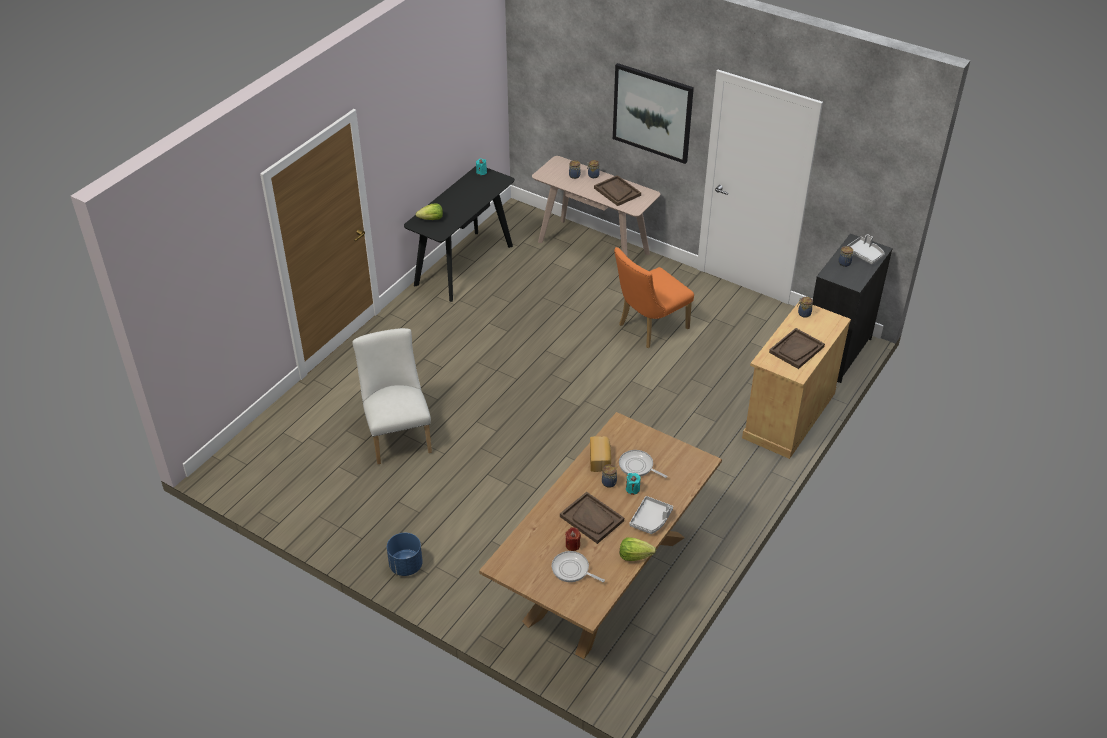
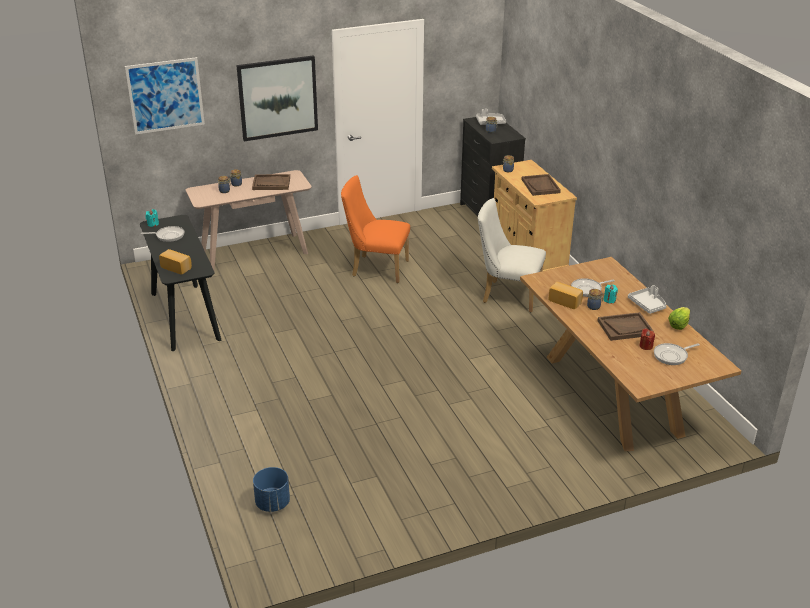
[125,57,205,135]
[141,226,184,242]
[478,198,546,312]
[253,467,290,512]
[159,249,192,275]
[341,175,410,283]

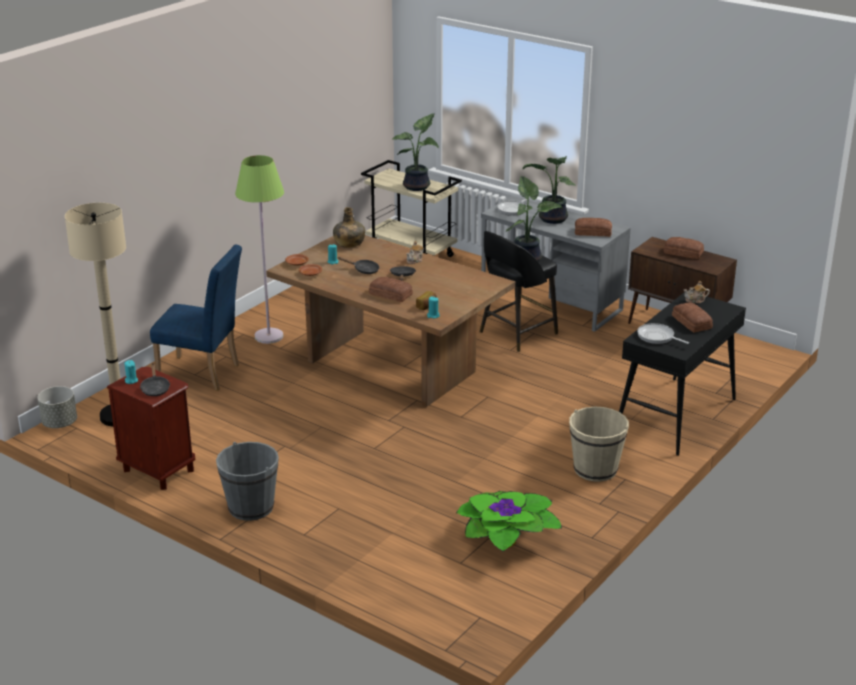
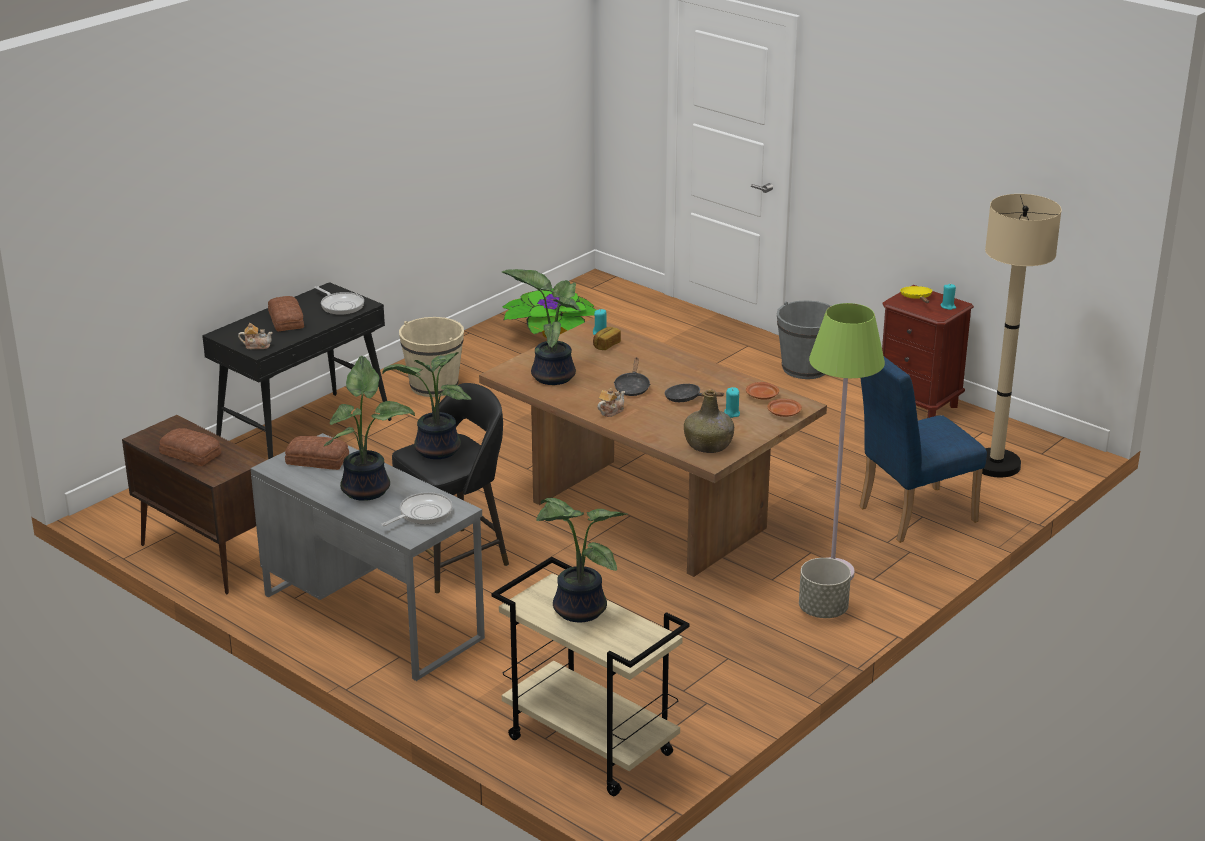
[369,277,413,302] (first image)
[502,269,581,385]
[799,558,851,618]
[900,286,932,303]
[859,357,987,543]

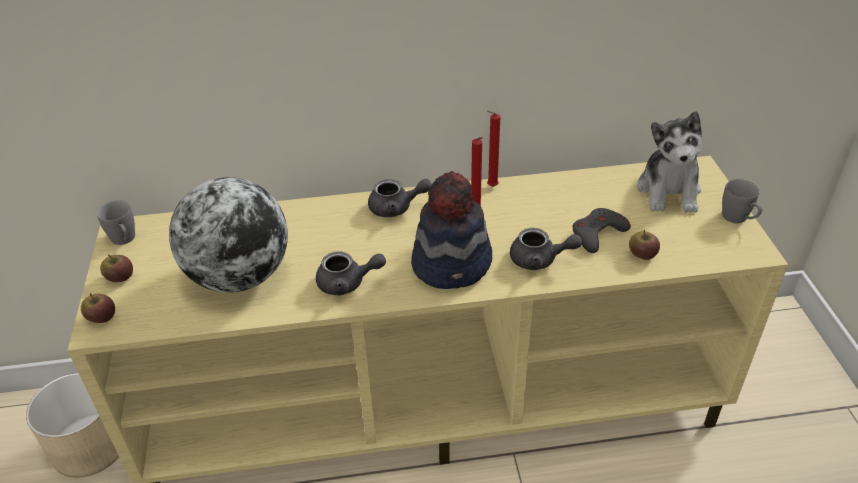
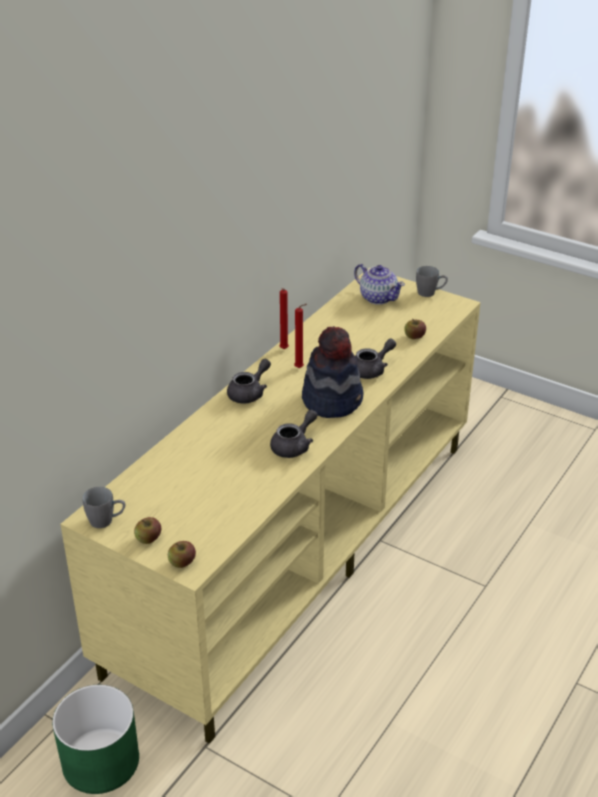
[169,177,288,293] (first image)
[572,208,631,253] (first image)
[354,264,405,305]
[52,685,139,794]

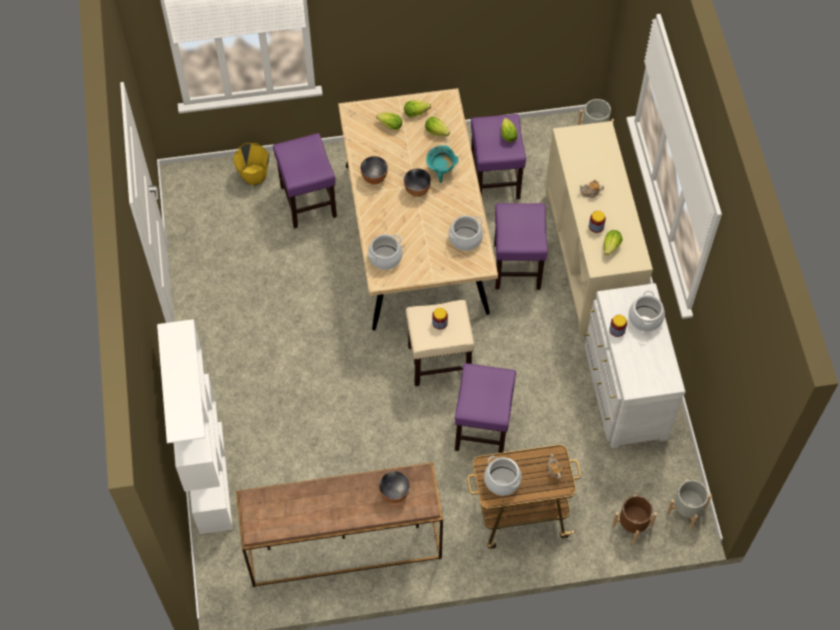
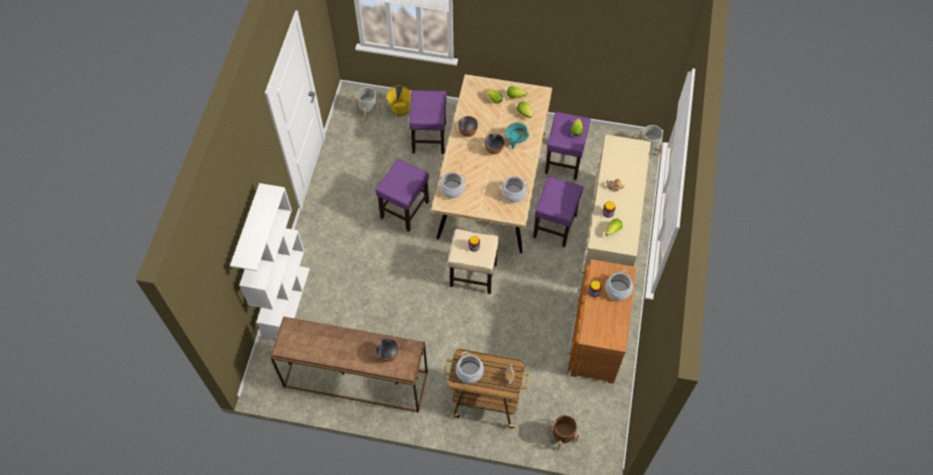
[375,159,429,232]
[355,87,381,121]
[568,259,636,384]

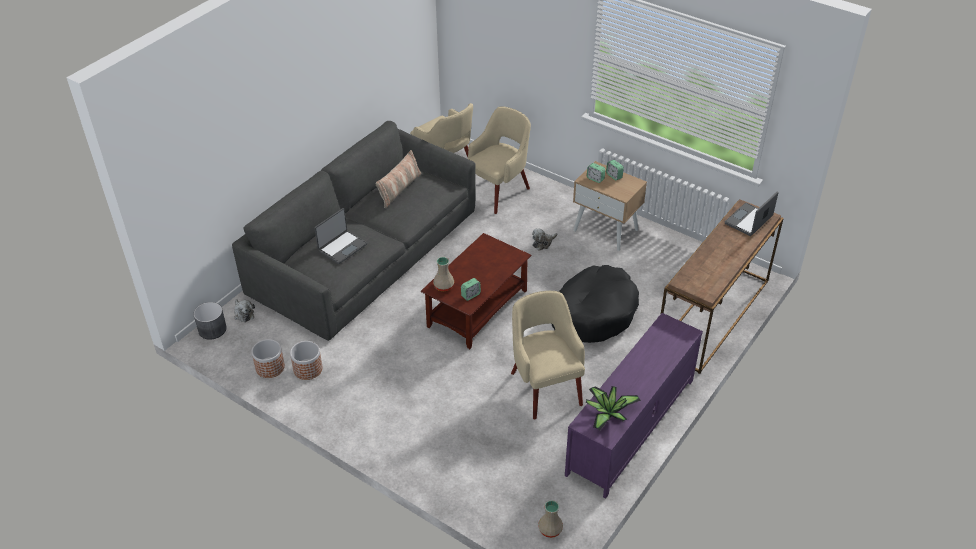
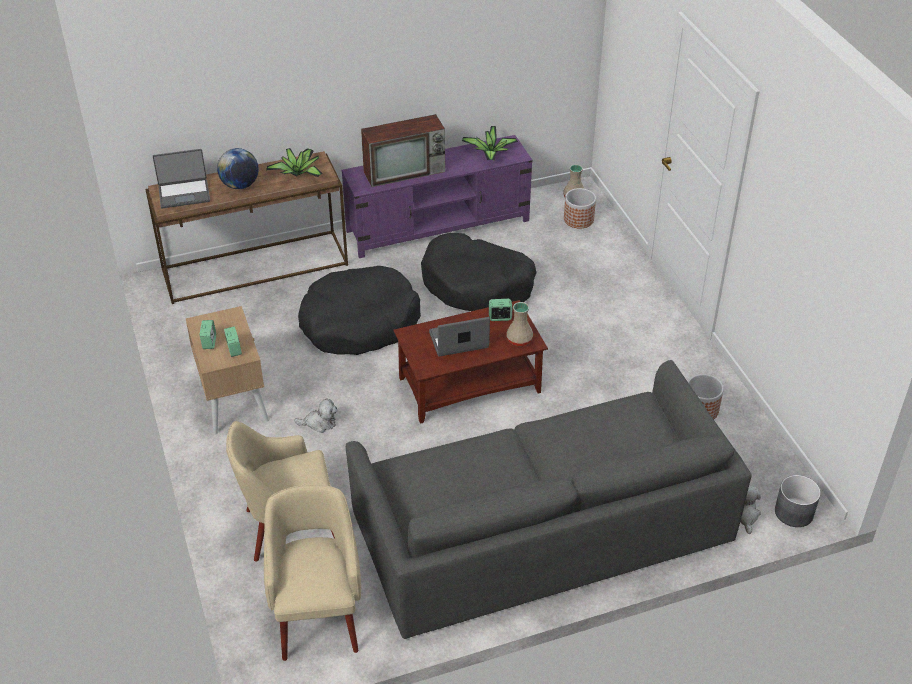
[376,150,421,208] (first image)
[217,148,259,189]
[266,148,323,177]
[361,114,445,187]
[564,188,596,229]
[429,317,490,356]
[421,233,536,311]

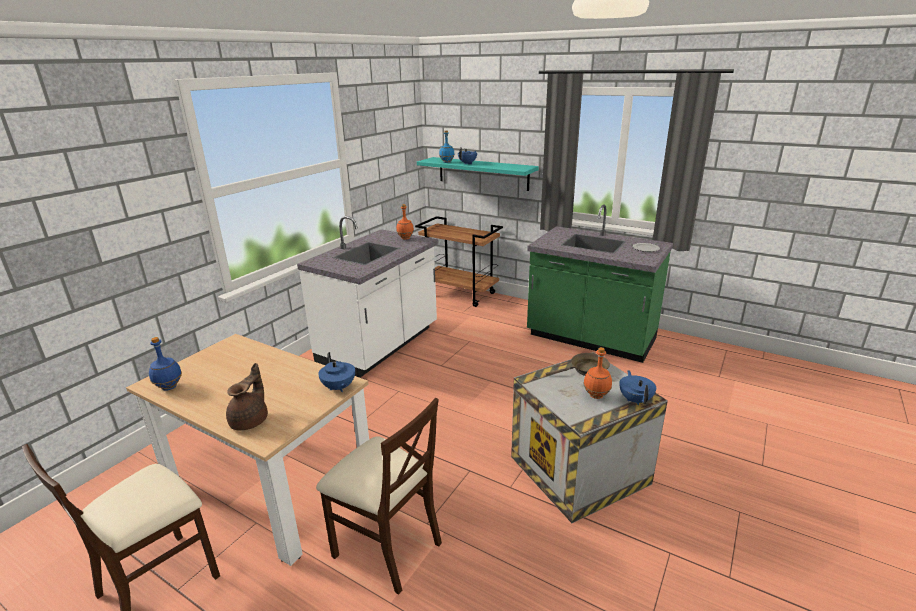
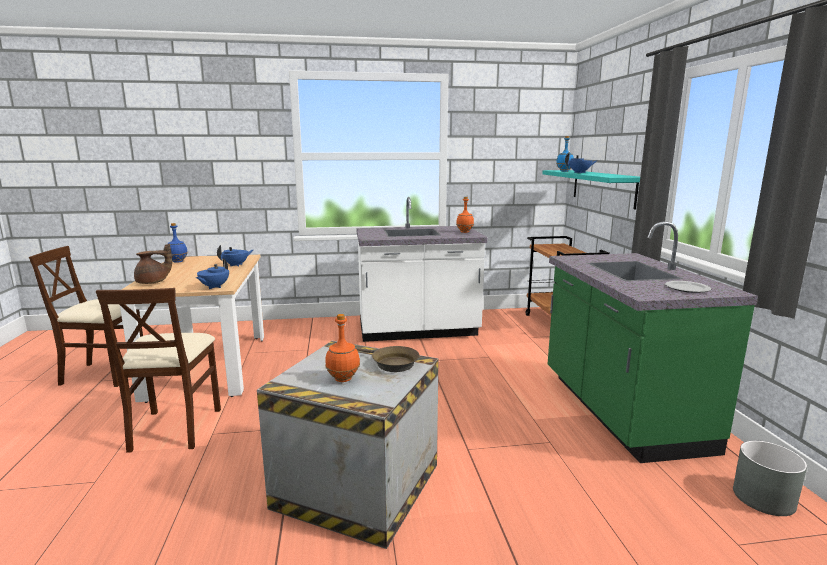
[733,441,807,516]
[217,245,253,267]

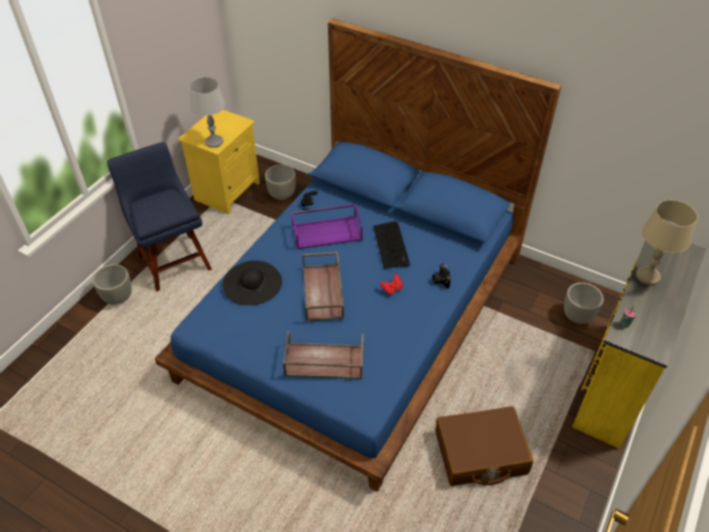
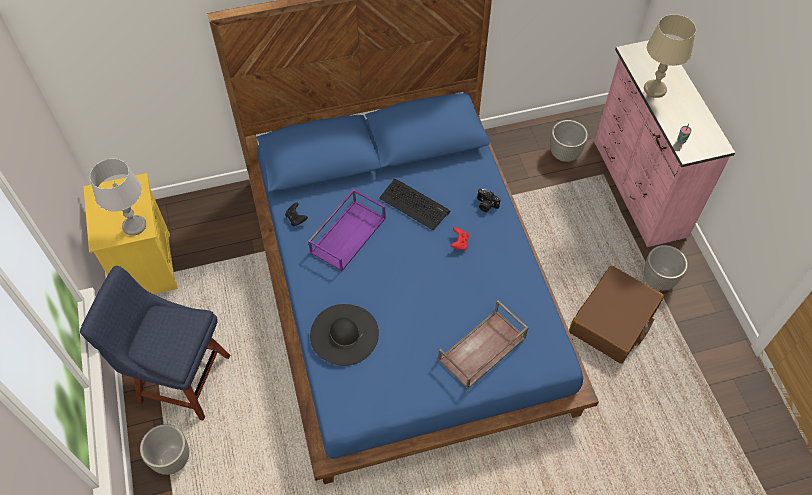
[302,252,344,322] (first image)
[644,245,688,291]
[594,40,735,247]

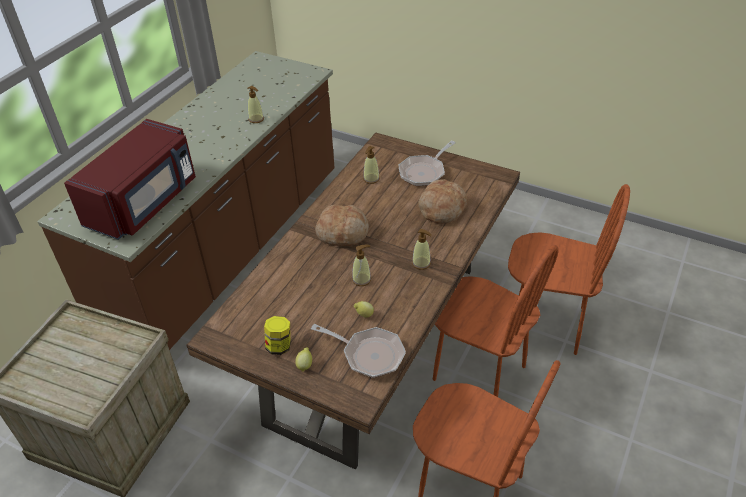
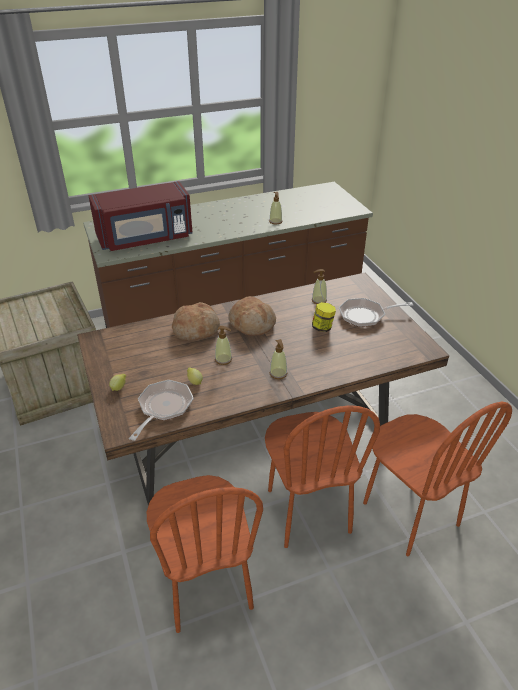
[312,302,336,332]
[172,302,220,340]
[129,380,193,441]

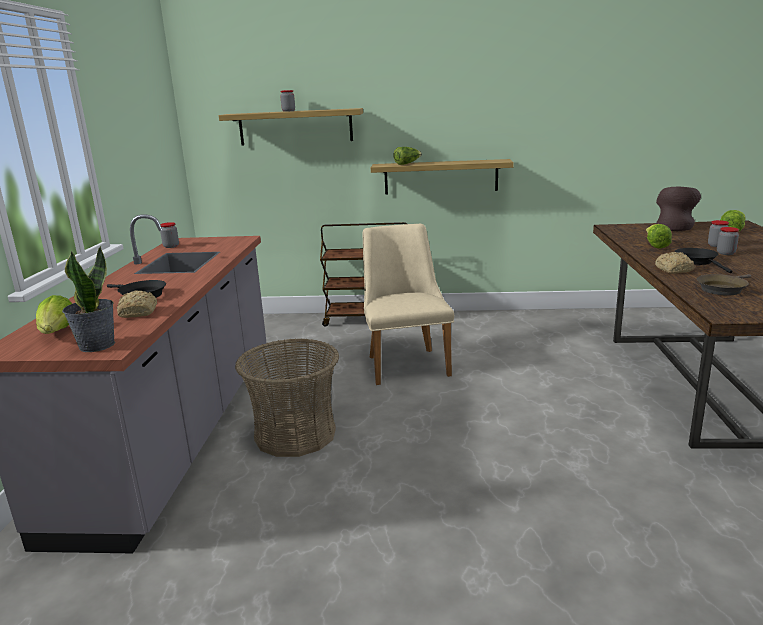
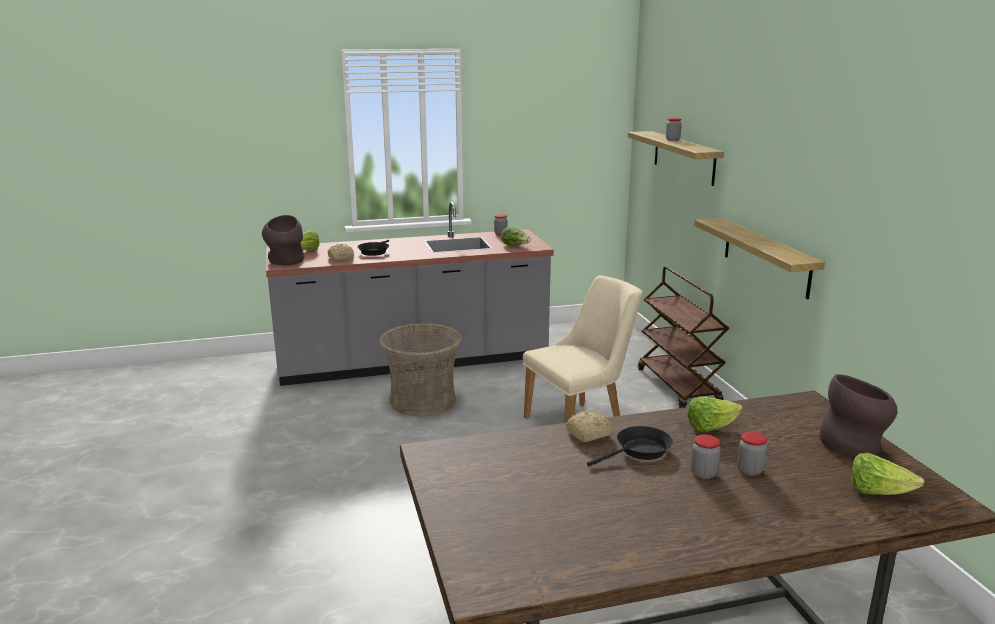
[697,274,751,296] (first image)
[501,227,531,245]
[262,215,305,265]

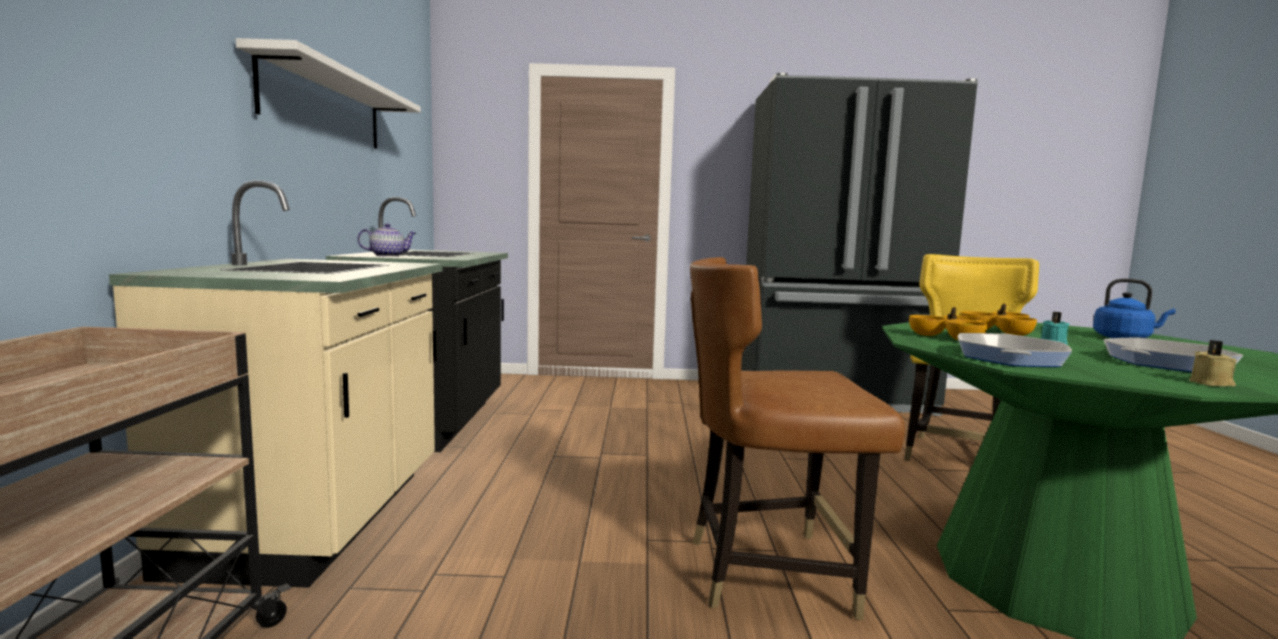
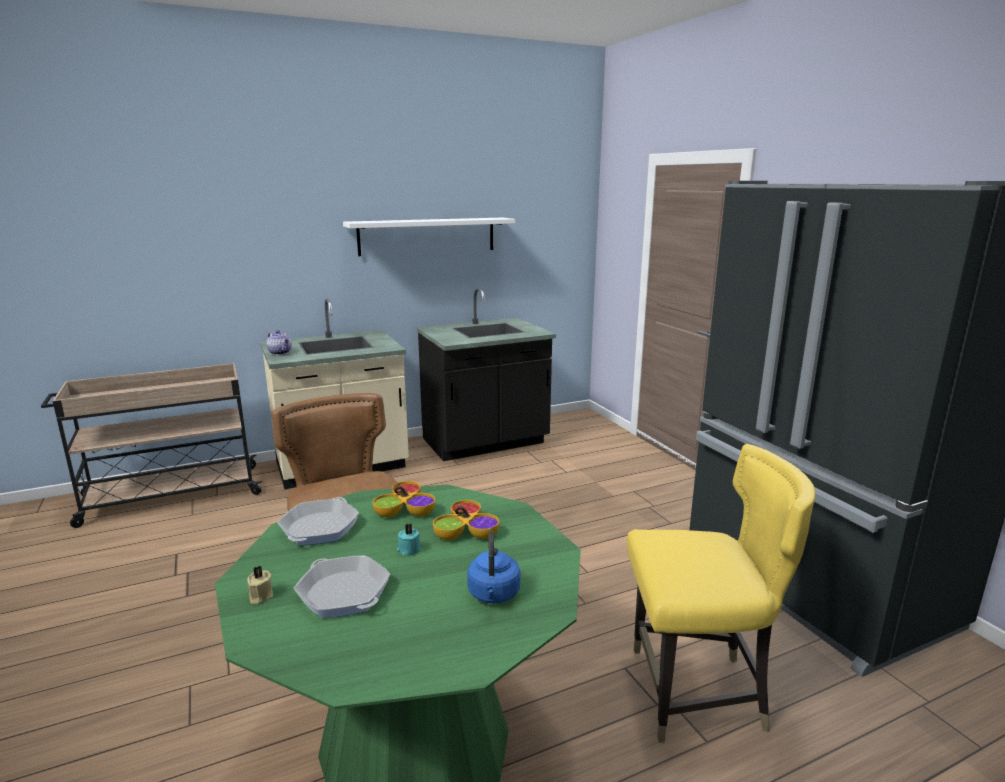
[267,330,292,355]
[277,497,359,545]

